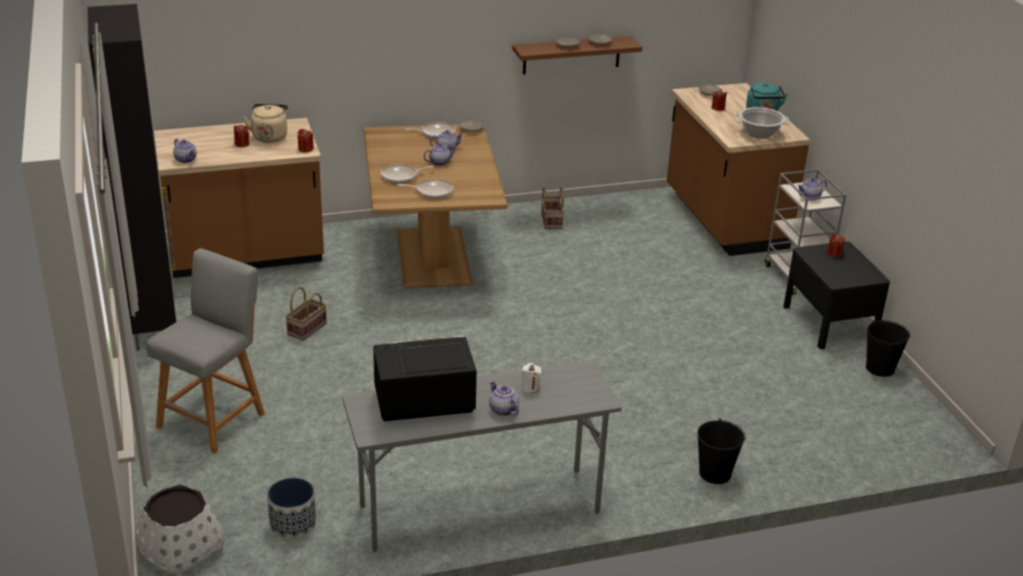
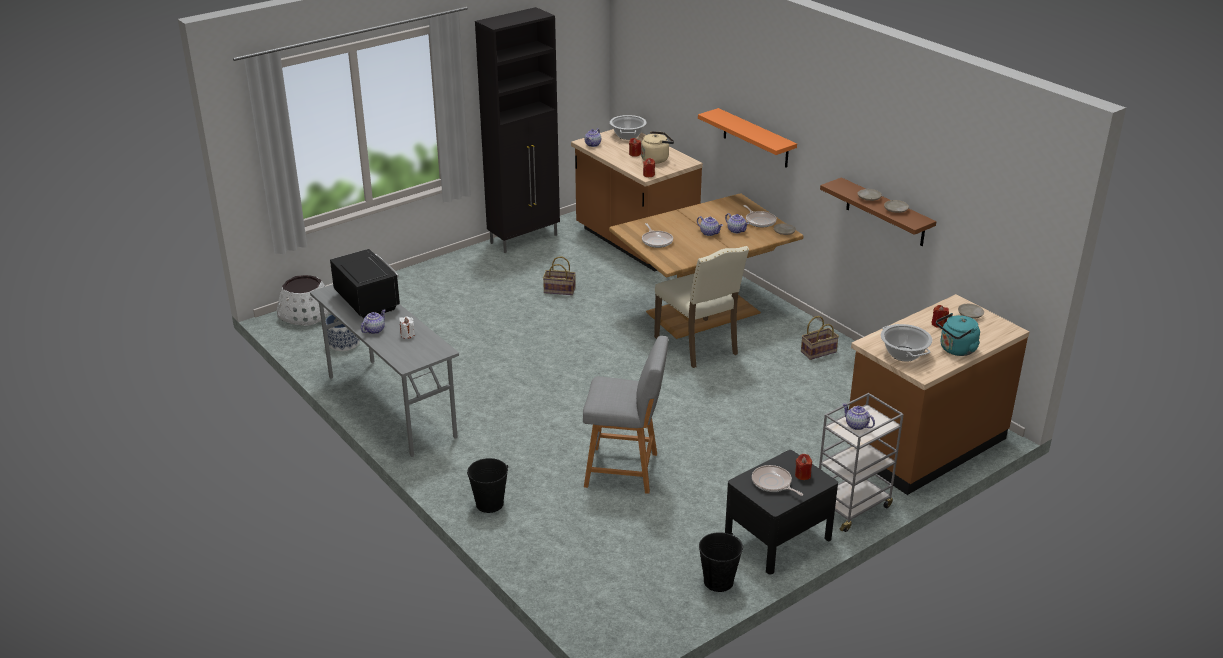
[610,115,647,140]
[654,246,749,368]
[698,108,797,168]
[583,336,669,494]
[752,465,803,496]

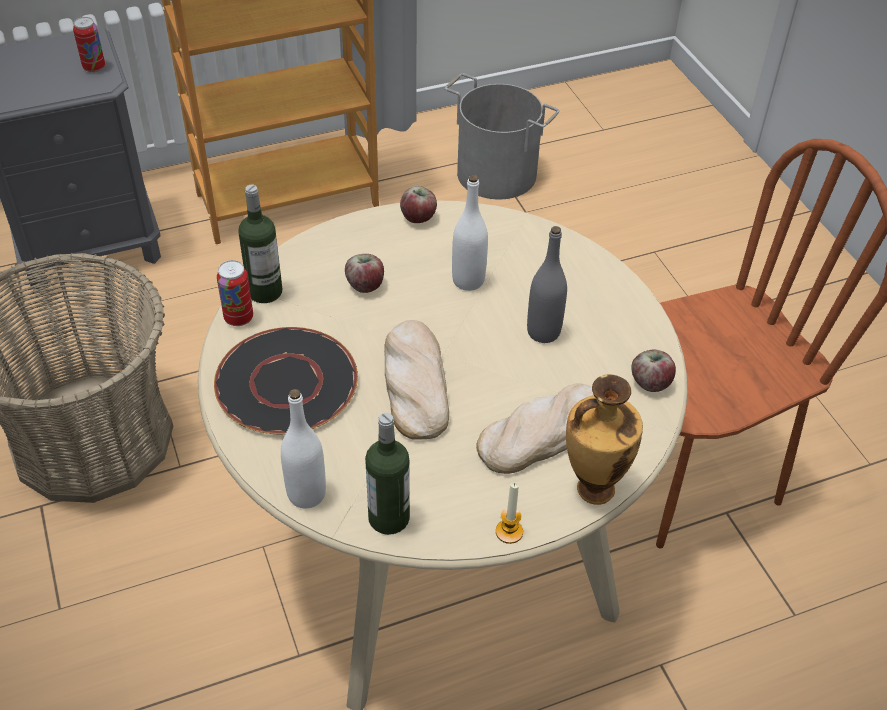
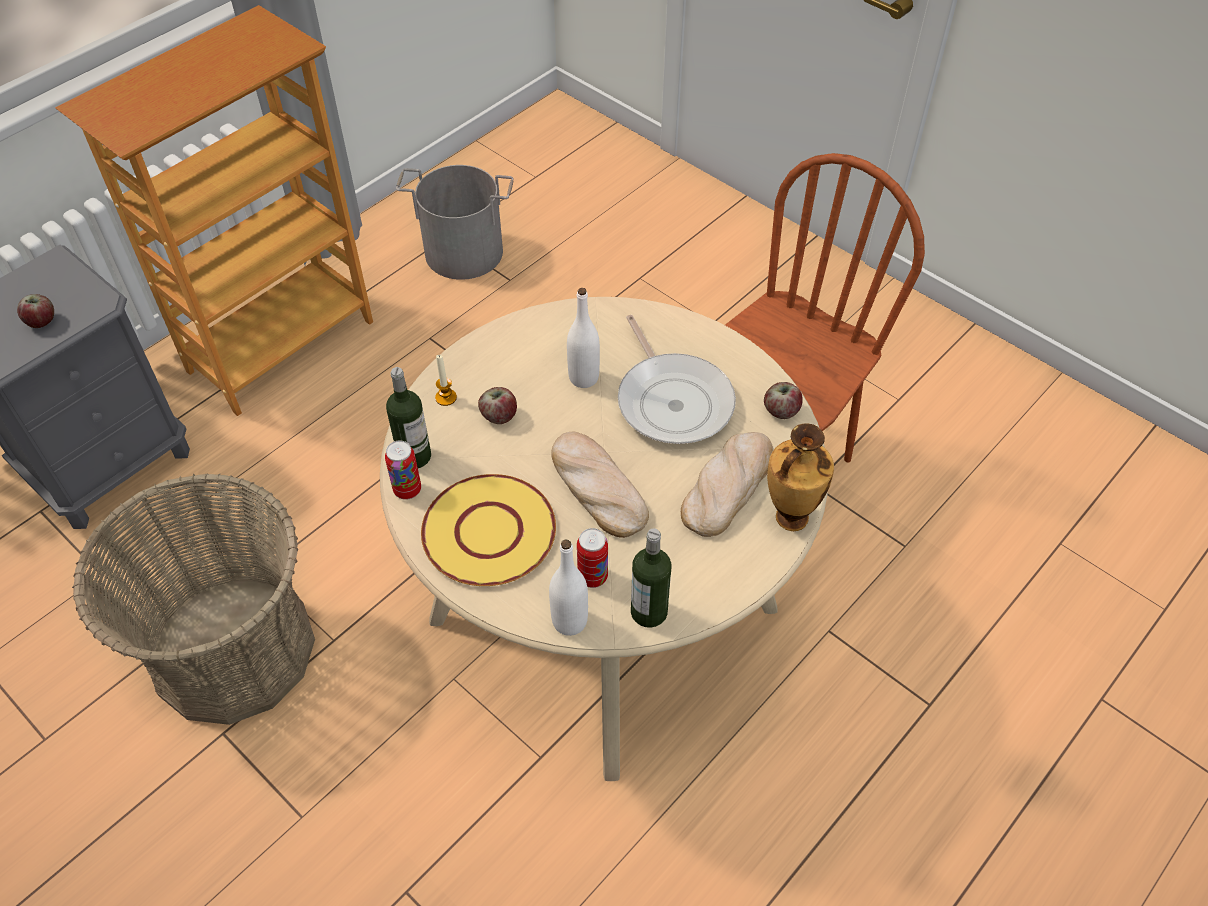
[577,528,608,588]
[17,294,54,328]
[435,355,457,406]
[618,315,736,444]
[421,474,556,586]

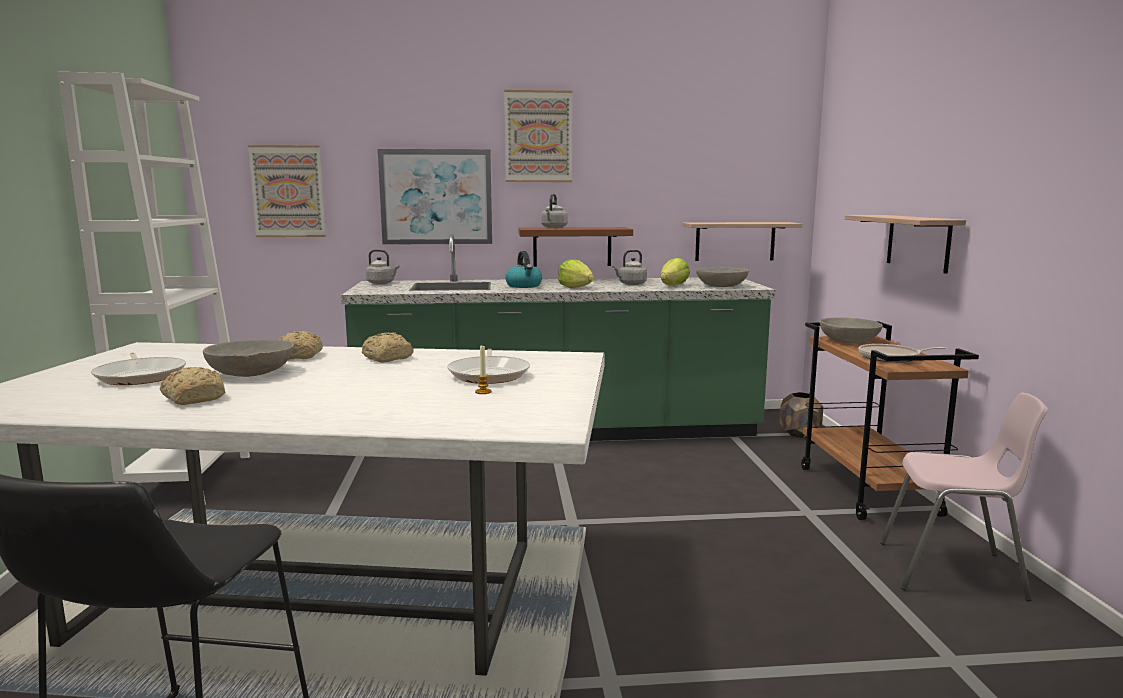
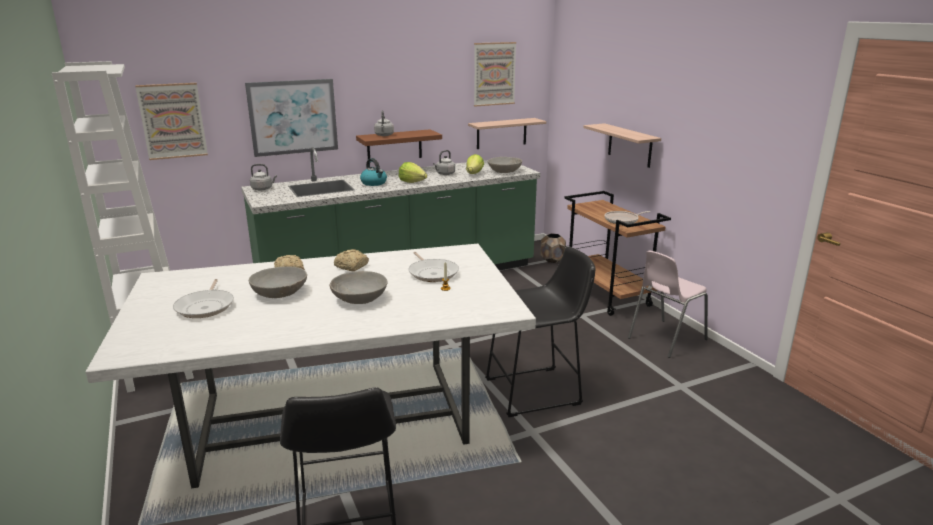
[160,367,225,405] (first image)
[485,247,595,417]
[474,42,517,107]
[330,271,387,304]
[173,279,234,318]
[628,250,708,358]

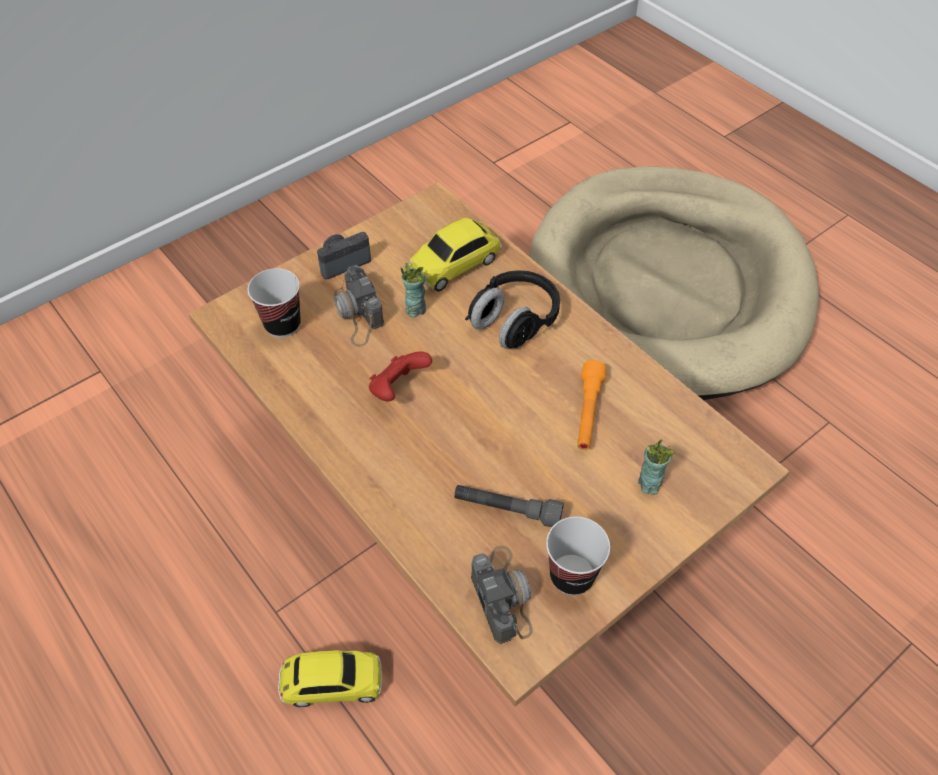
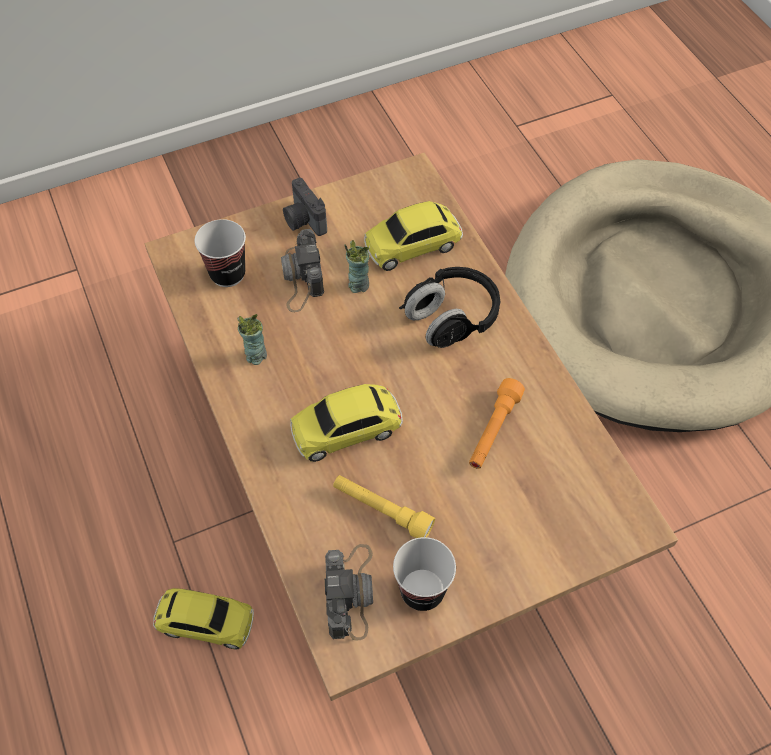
[369,352,432,402] (first image)
[290,384,403,462]
[237,314,267,365]
[333,475,435,538]
[283,178,327,236]

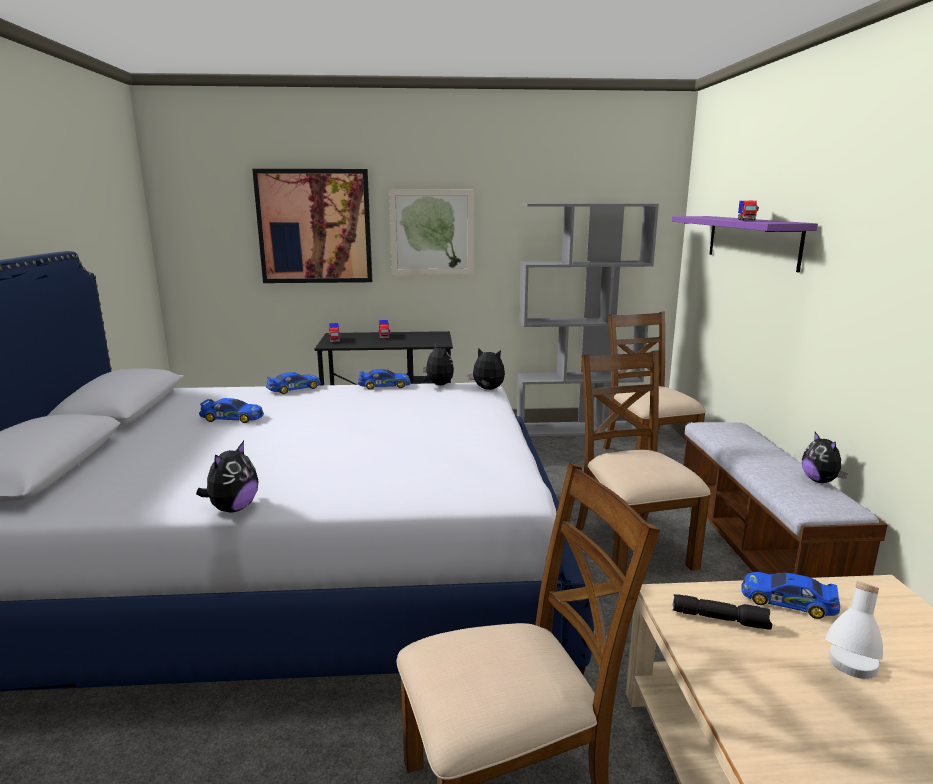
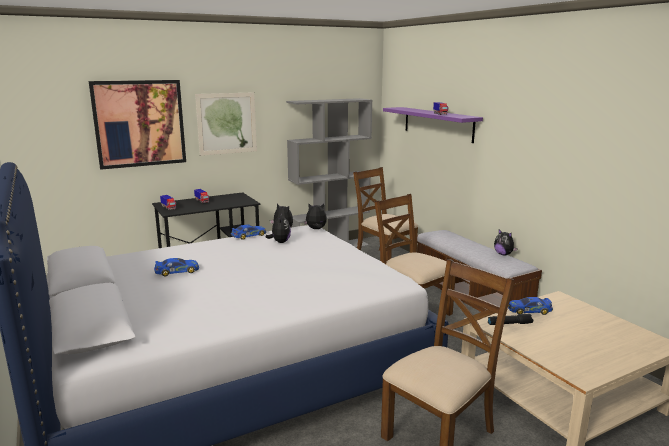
[266,372,321,394] (first image)
[825,581,883,679] (first image)
[266,213,291,243]

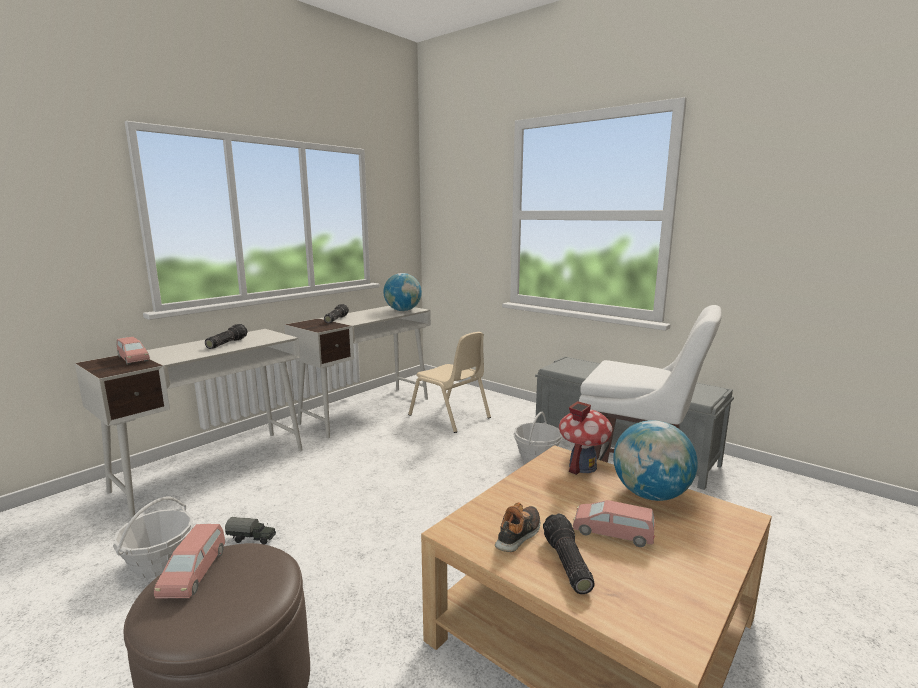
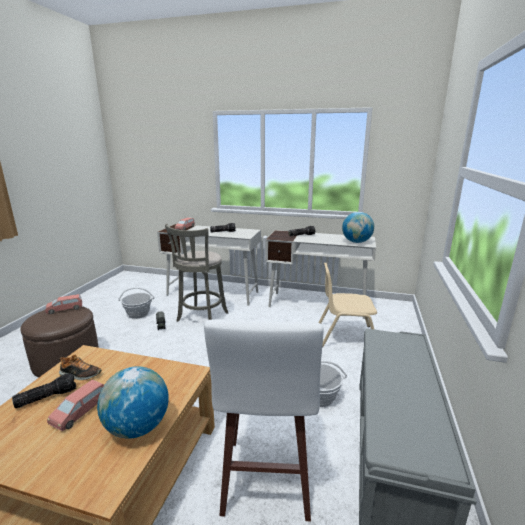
[559,401,612,475] (first image)
[165,224,228,322]
[319,262,377,347]
[47,380,104,431]

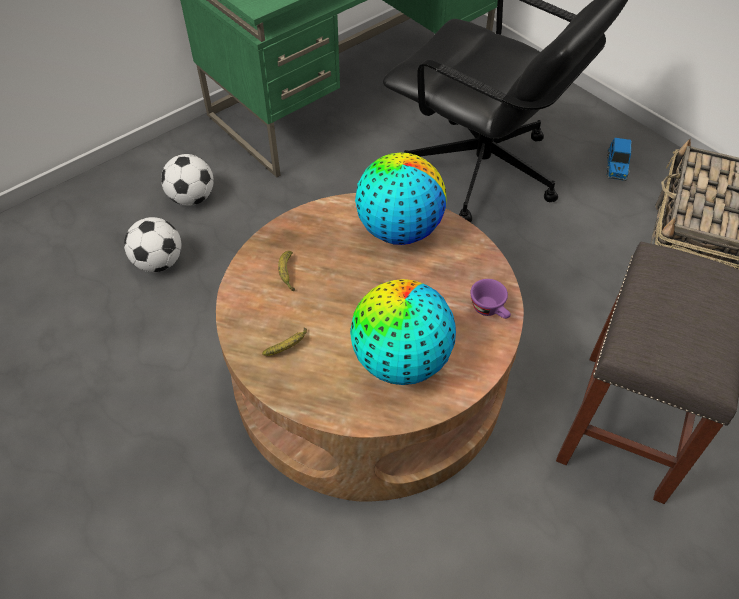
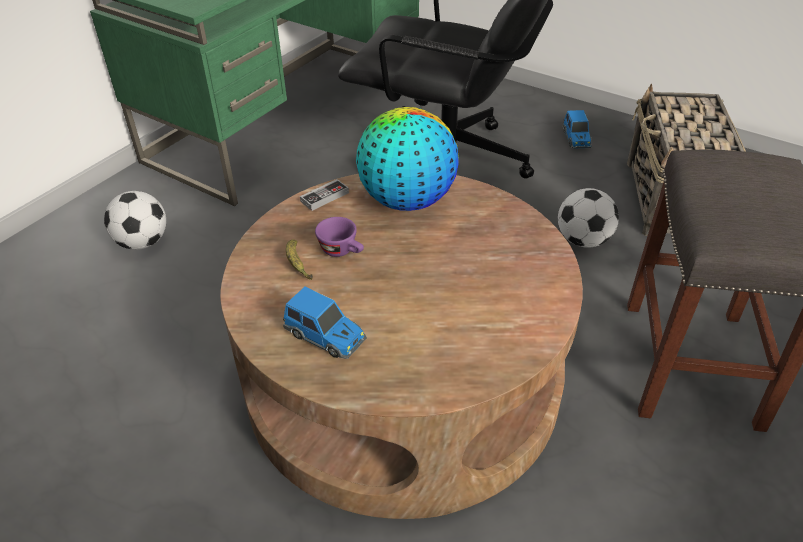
[350,279,456,385] (first image)
[300,179,349,211]
[558,188,619,248]
[315,217,364,257]
[283,287,366,359]

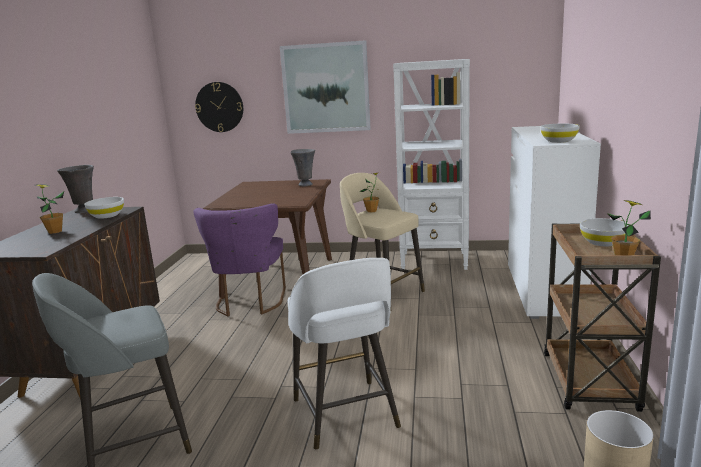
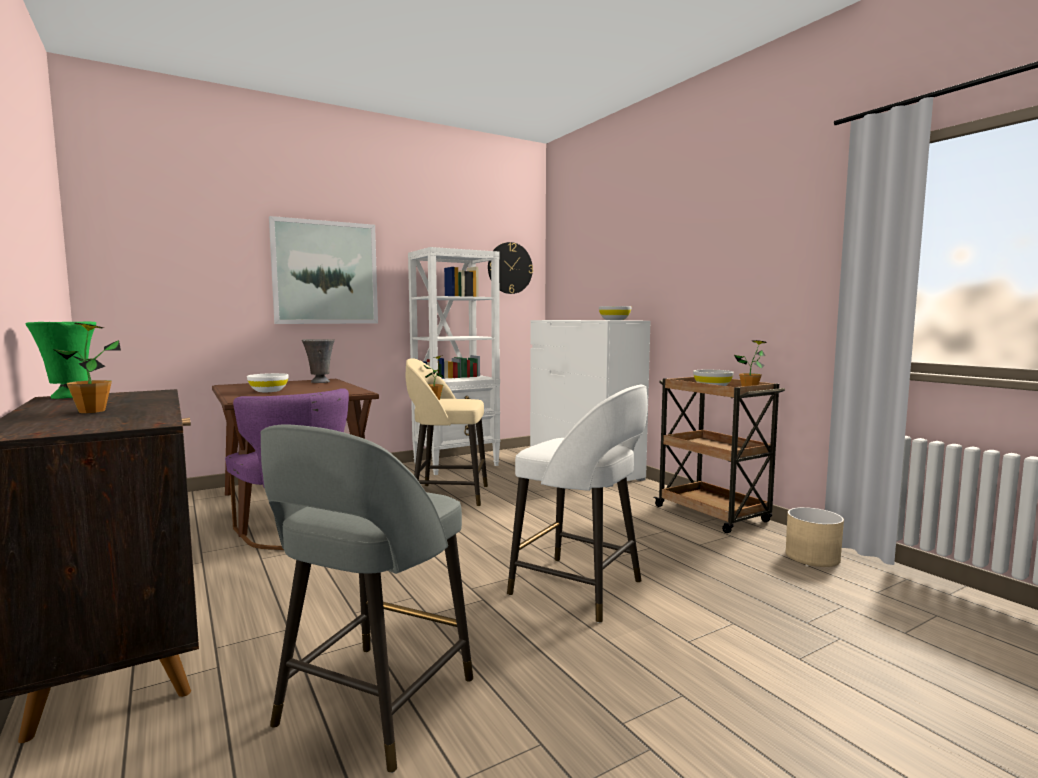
[247,373,289,392]
[488,242,533,294]
[25,321,96,399]

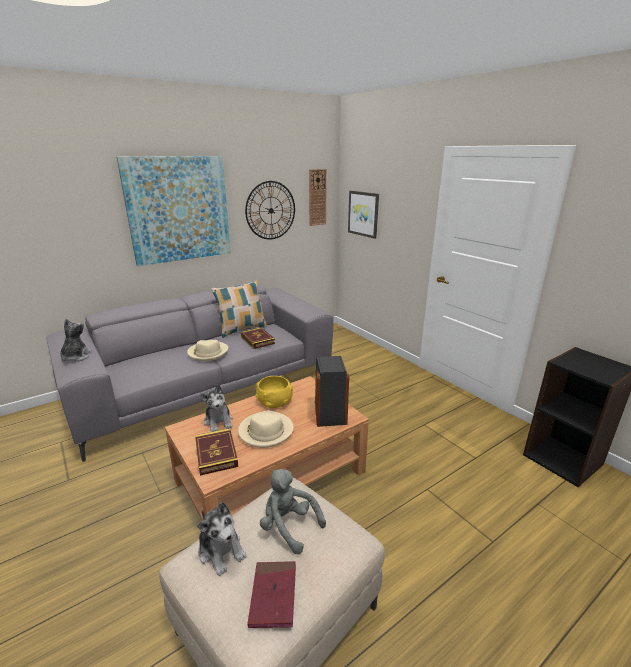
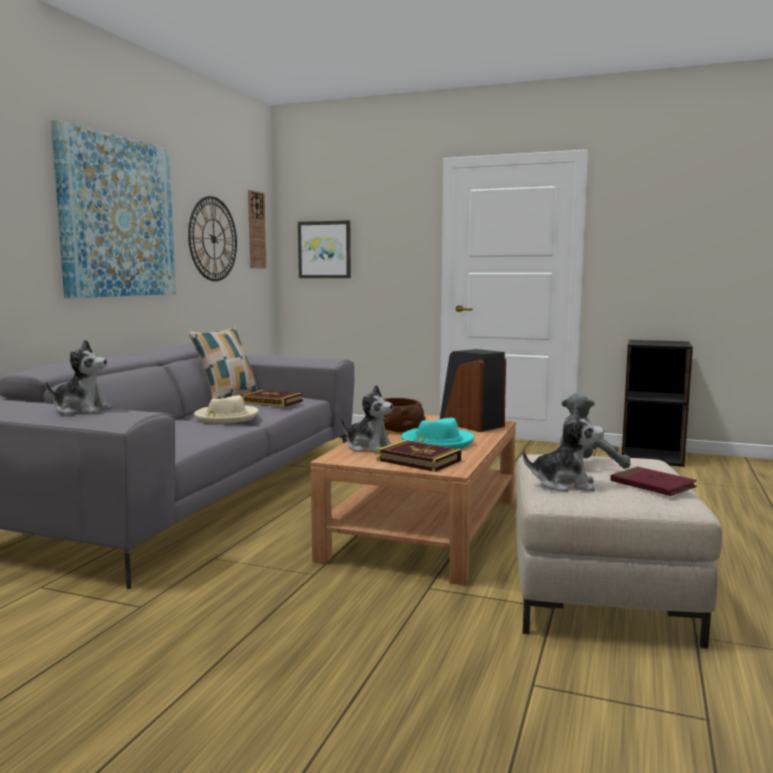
[401,418,474,449]
[384,398,426,432]
[46,340,113,414]

